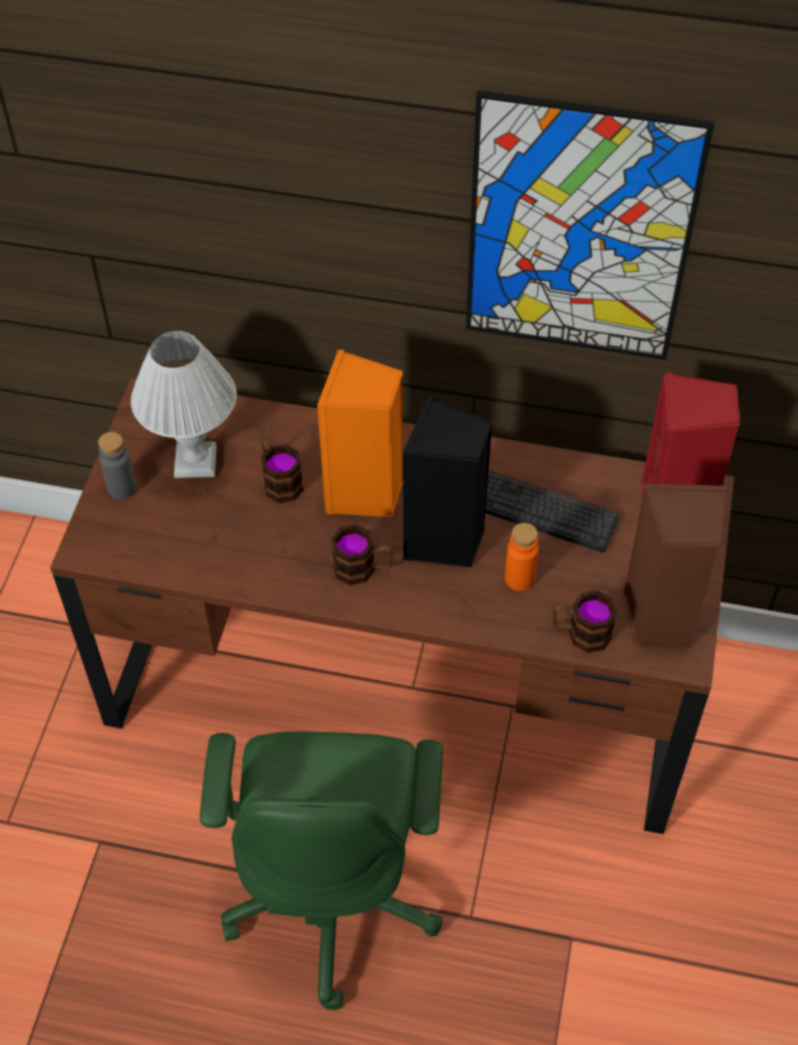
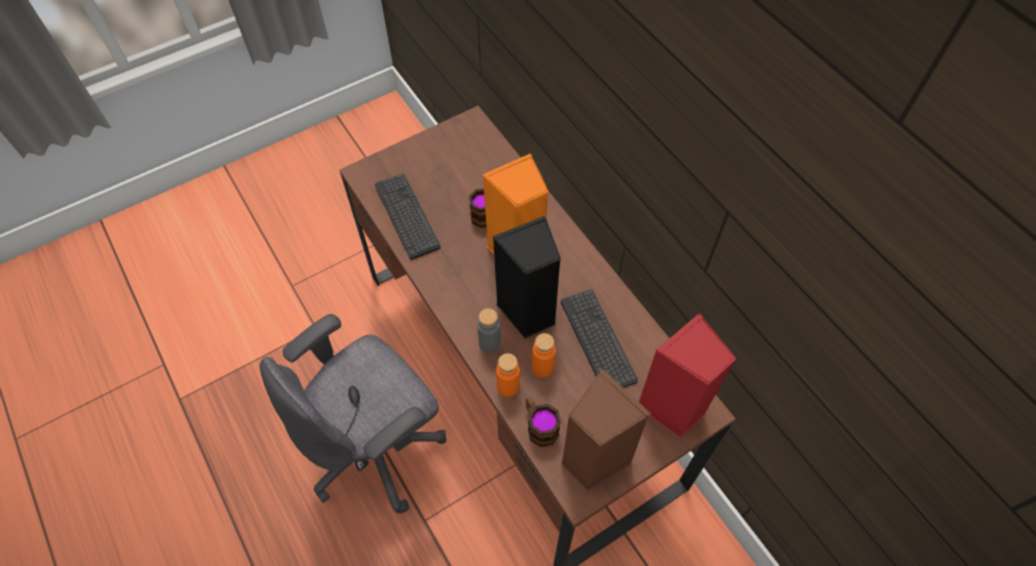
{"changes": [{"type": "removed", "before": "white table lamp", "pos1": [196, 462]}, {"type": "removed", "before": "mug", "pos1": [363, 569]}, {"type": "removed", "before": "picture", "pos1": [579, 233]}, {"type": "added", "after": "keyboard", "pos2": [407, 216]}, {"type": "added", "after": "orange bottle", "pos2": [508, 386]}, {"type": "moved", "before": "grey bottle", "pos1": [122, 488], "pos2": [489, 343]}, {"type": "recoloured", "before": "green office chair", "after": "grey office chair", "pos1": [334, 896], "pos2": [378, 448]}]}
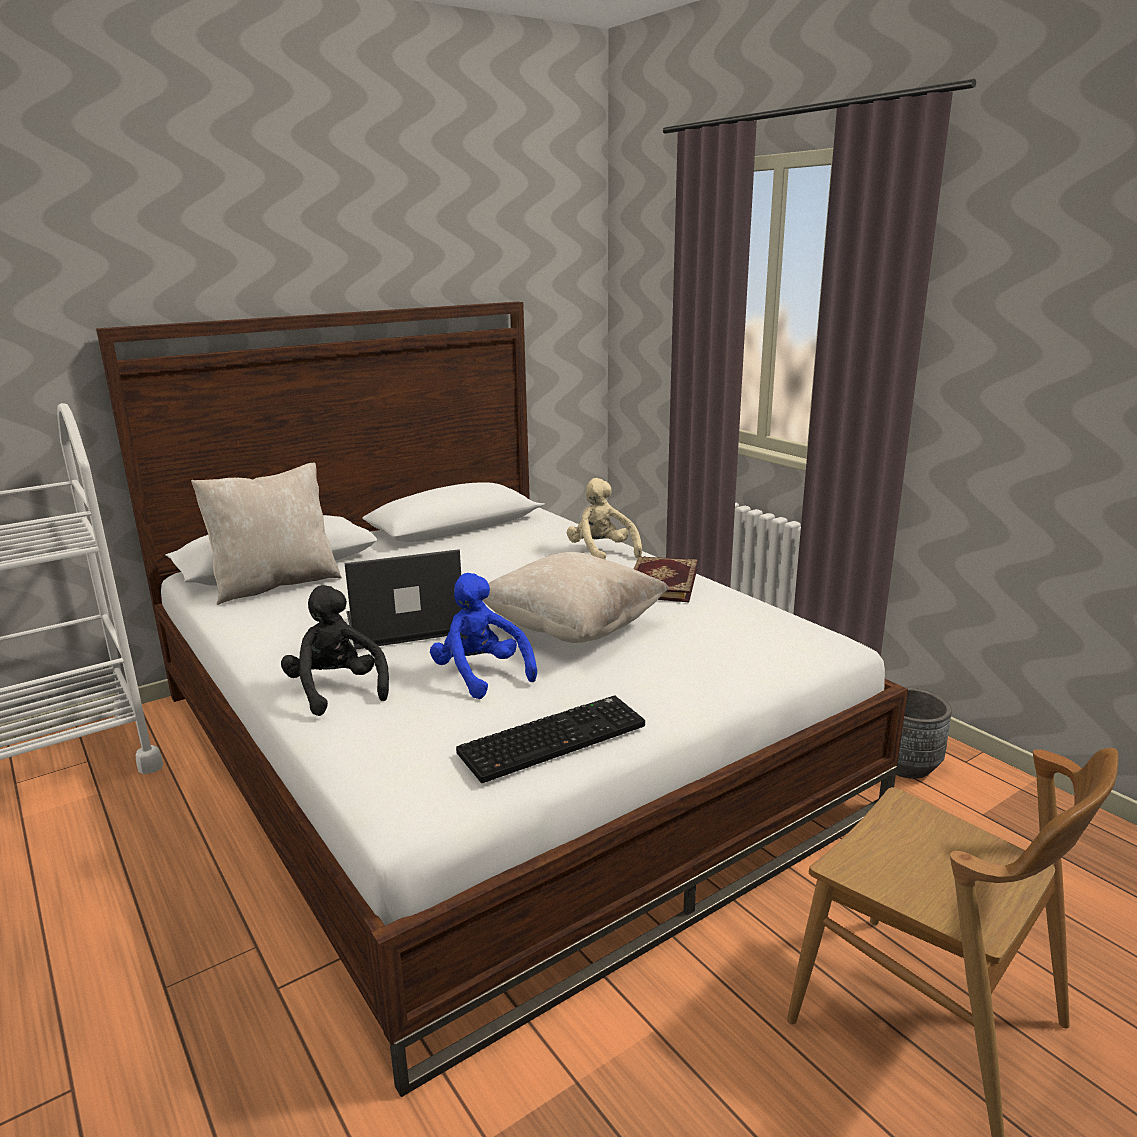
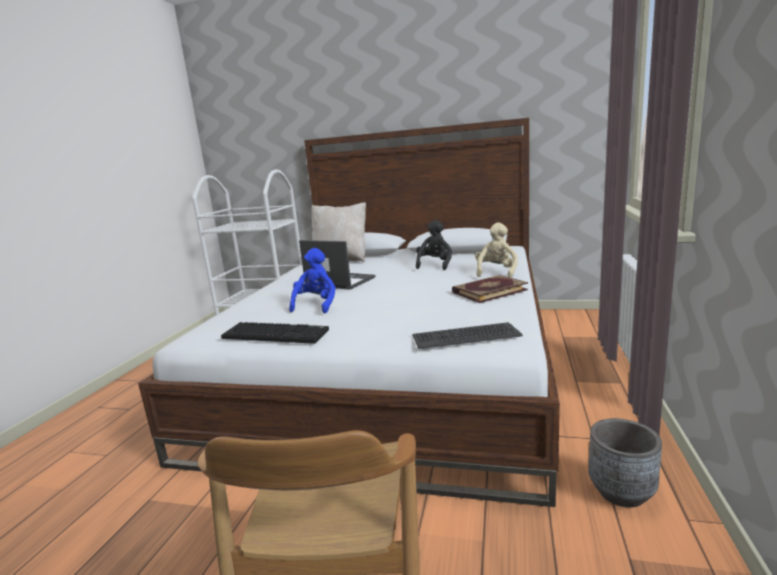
{"changes": [{"type": "removed", "before": "beige pillow", "pos1": [573, 630]}, {"type": "added", "after": "keyboard", "pos2": [465, 336]}, {"type": "moved", "before": "black plush toy", "pos1": [337, 690], "pos2": [434, 265]}]}
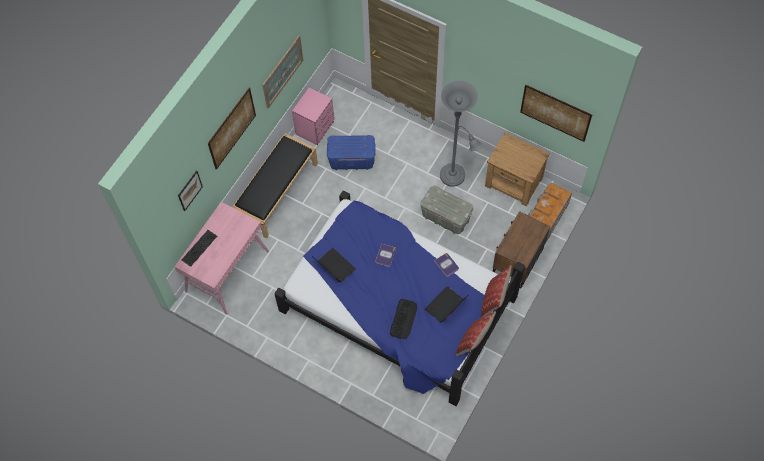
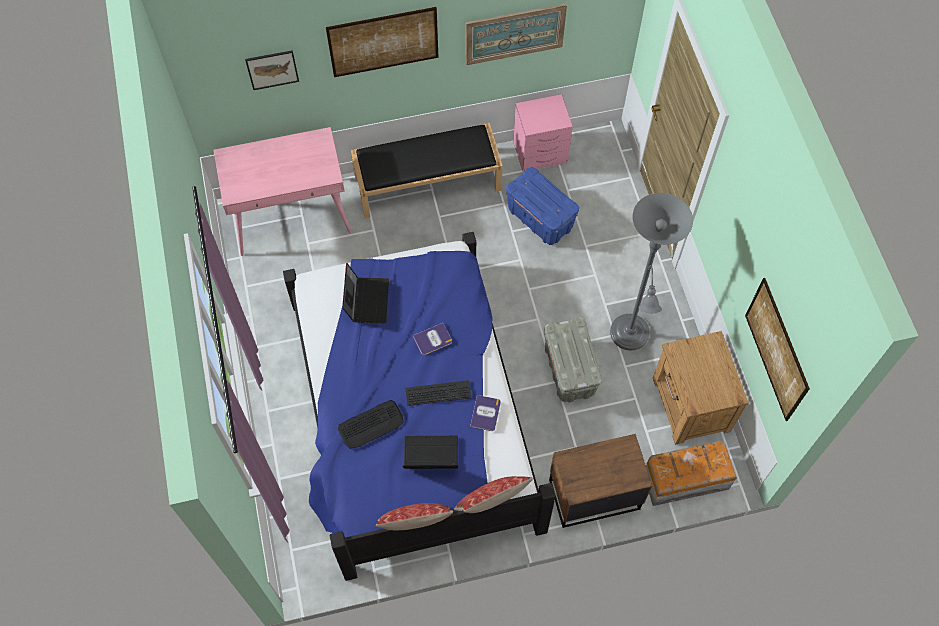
{"changes": [{"type": "moved", "before": "keyboard", "pos1": [199, 247], "pos2": [438, 391]}]}
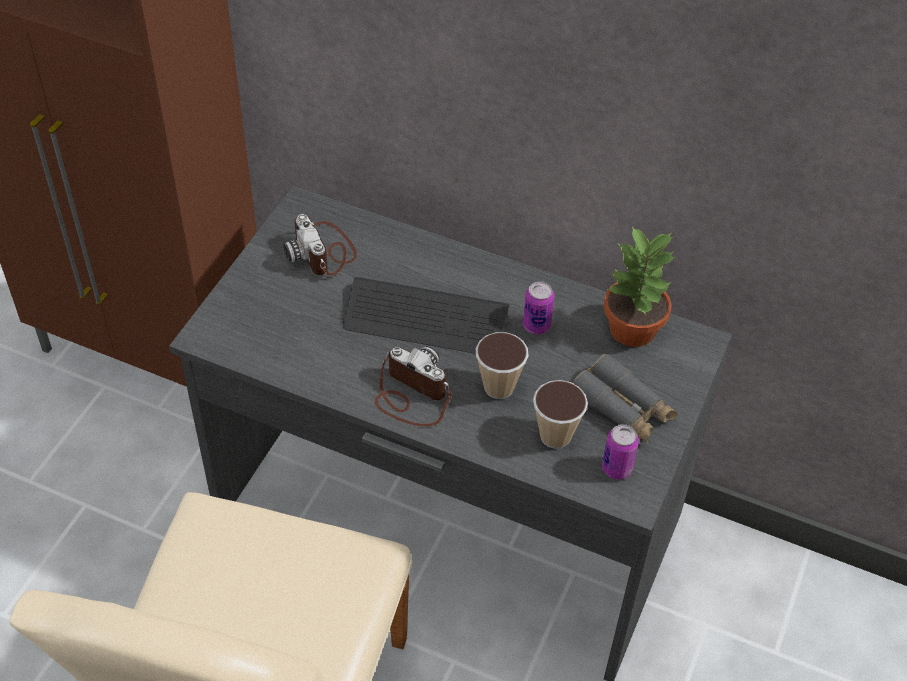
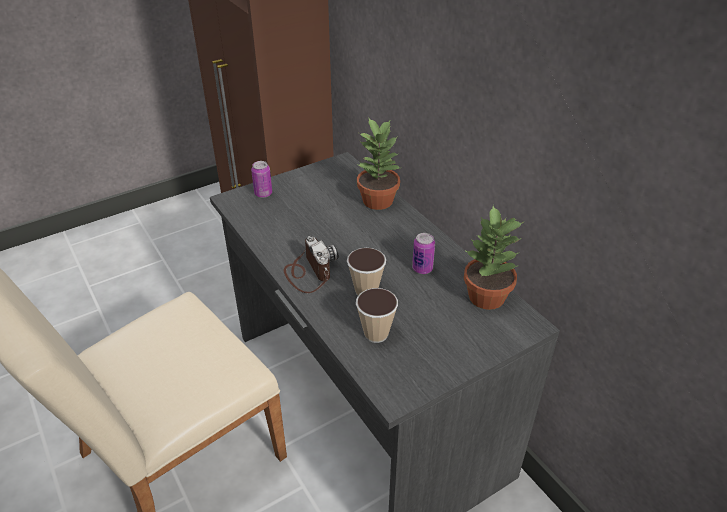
{"changes": [{"type": "removed", "before": "photo camera", "pos1": [323, 251]}, {"type": "removed", "before": "keyboard", "pos1": [425, 319]}, {"type": "removed", "before": "grey binoculars", "pos1": [623, 408]}, {"type": "added", "after": "potted plant", "pos2": [378, 200]}, {"type": "moved", "before": "can", "pos1": [616, 468], "pos2": [263, 194]}]}
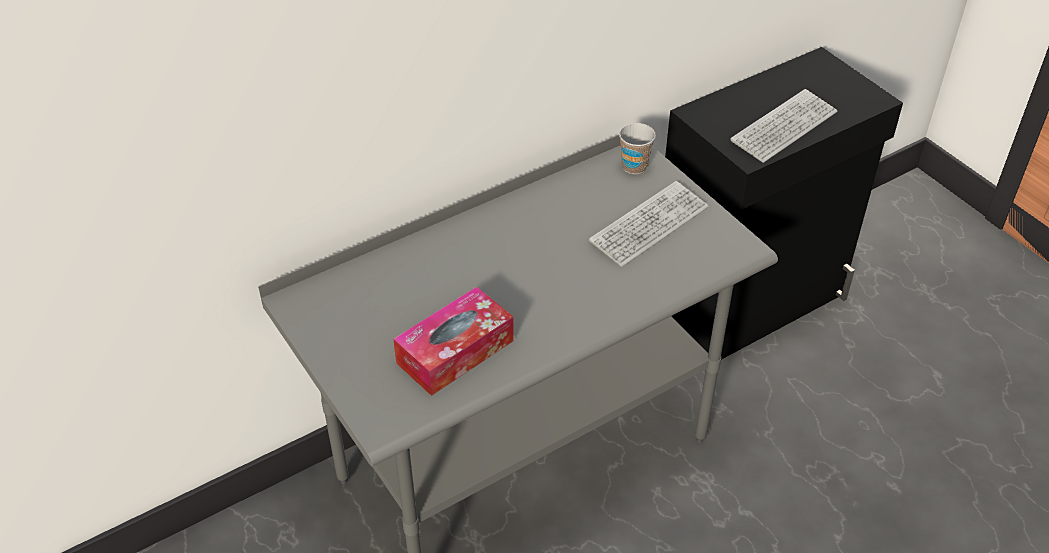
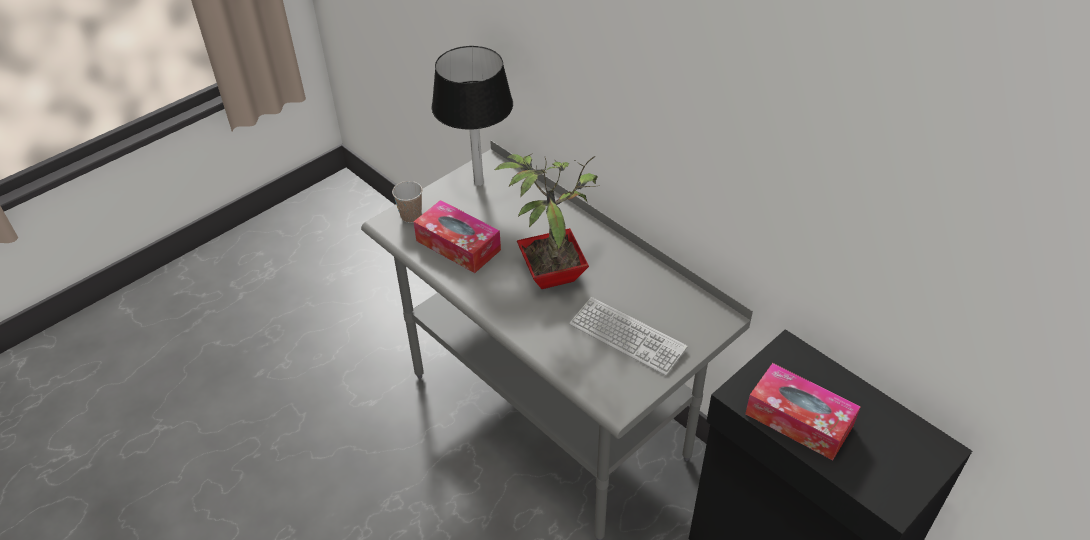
{"changes": [{"type": "added", "after": "black table lamp", "pos2": [479, 182]}, {"type": "added", "after": "potted plant", "pos2": [551, 272]}, {"type": "moved", "before": "cup", "pos1": [634, 166], "pos2": [411, 216]}, {"type": "replaced", "before": "keyboard", "after": "tissue box", "pos1": [784, 127], "pos2": [798, 420]}]}
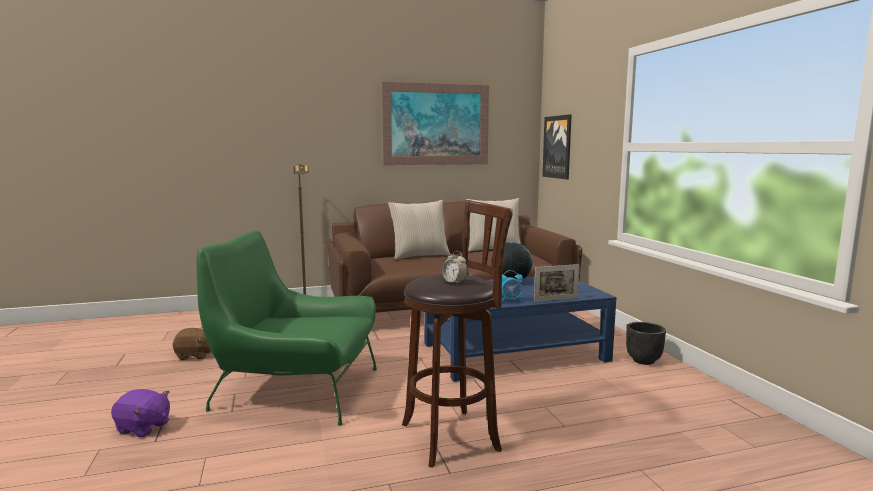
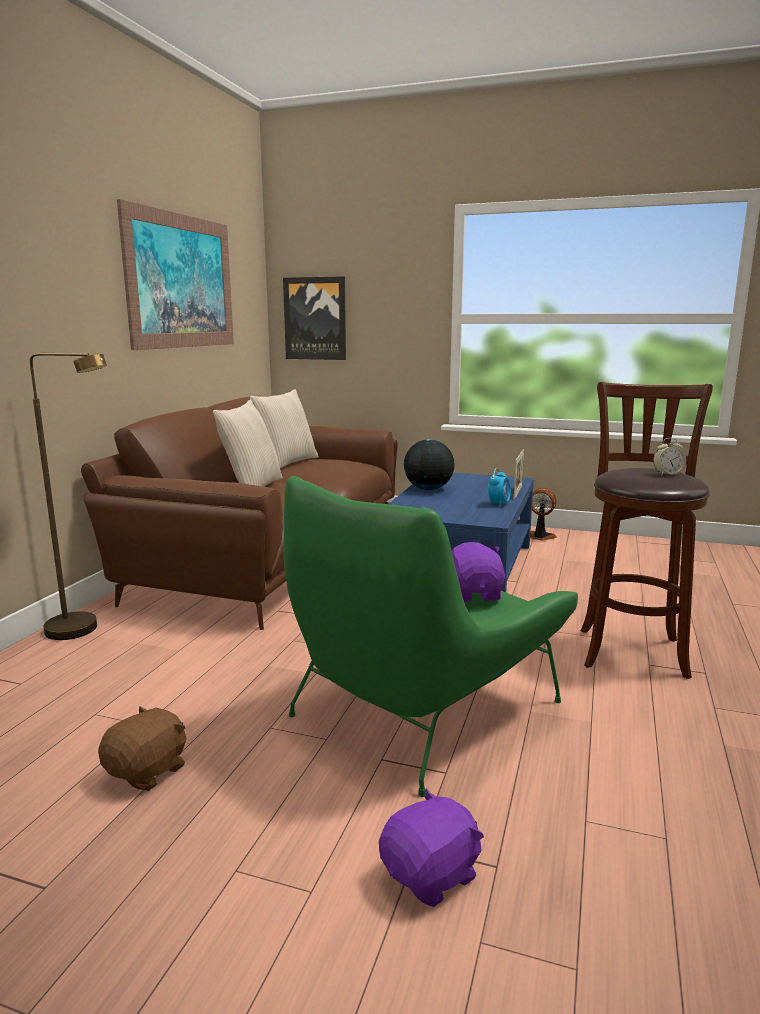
{"changes": [{"type": "added", "after": "purple plush toy", "pos2": [474, 594]}, {"type": "replaced", "before": "black planter", "after": "fan", "pos1": [643, 360], "pos2": [540, 537]}]}
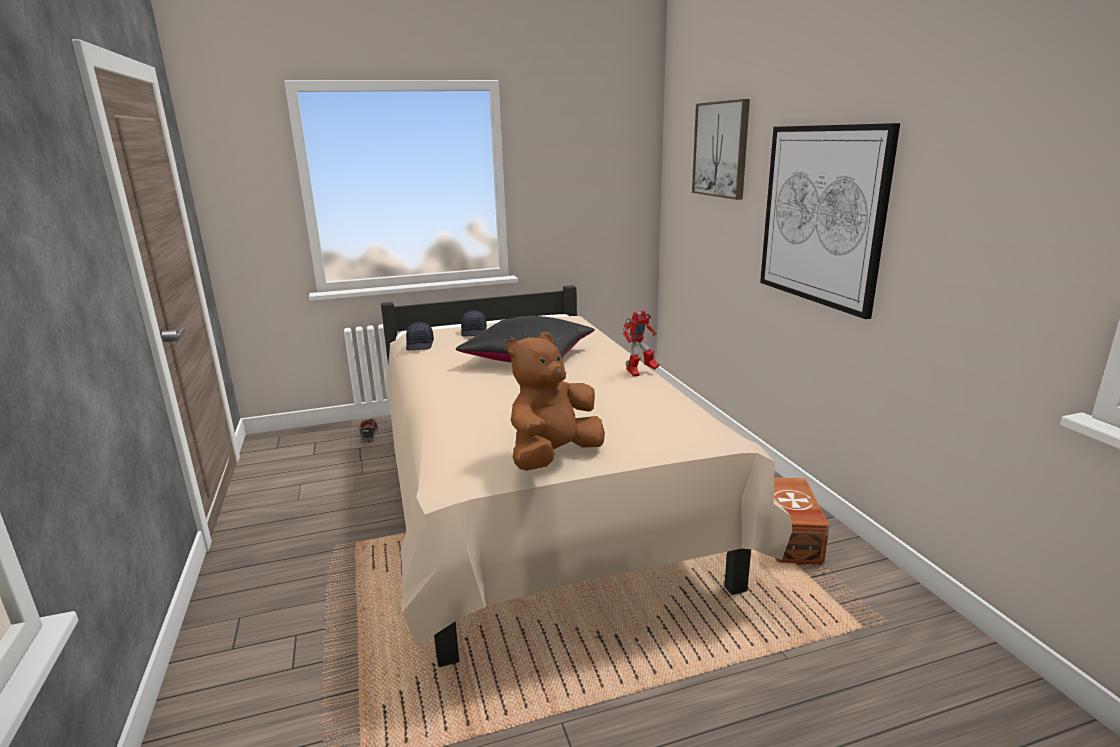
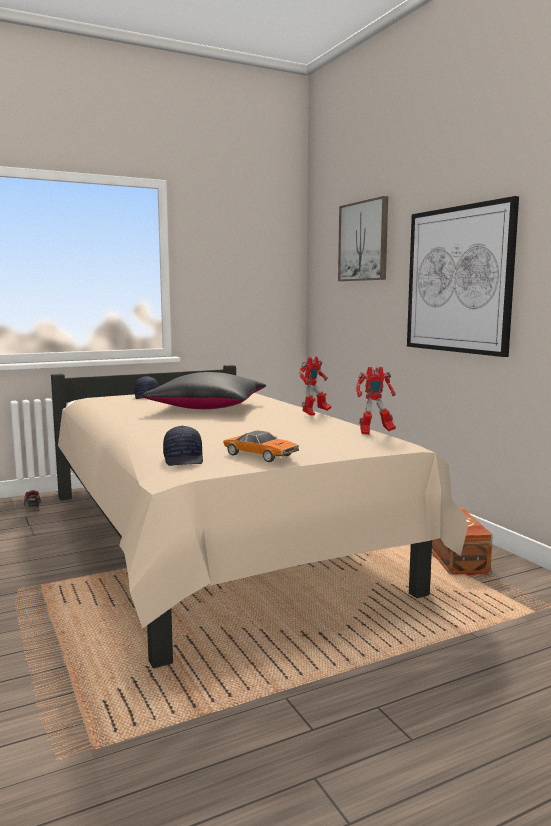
{"changes": [{"type": "added", "after": "toy robot", "pos2": [374, 433]}, {"type": "moved", "before": "black cap", "pos1": [420, 345], "pos2": [184, 459]}, {"type": "replaced", "before": "brown plush toy", "after": "toy car", "pos1": [553, 457], "pos2": [261, 455]}]}
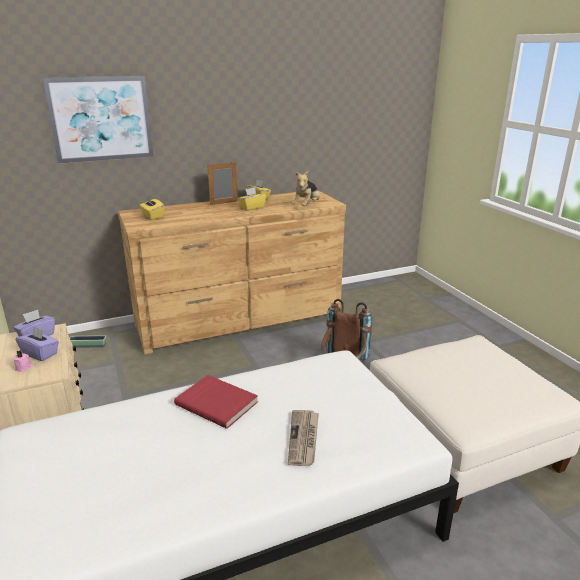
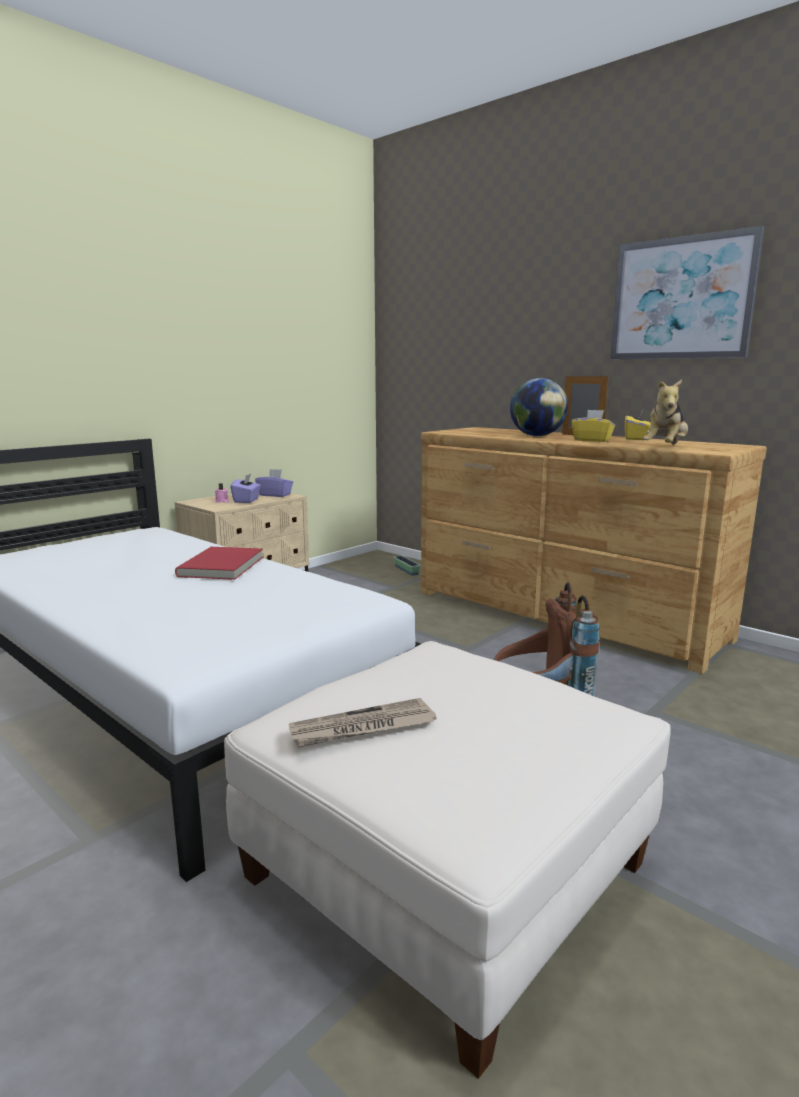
{"changes": [{"type": "removed", "before": "yellow tissue box", "pos1": [152, 216]}, {"type": "added", "after": "globe", "pos2": [537, 436]}, {"type": "moved", "before": "picture", "pos1": [101, 119], "pos2": [681, 298]}, {"type": "moved", "before": "newspaper", "pos1": [304, 439], "pos2": [362, 728]}, {"type": "turned", "before": "plush toy", "pos1": [306, 206], "pos2": [665, 448], "turn": -60}]}
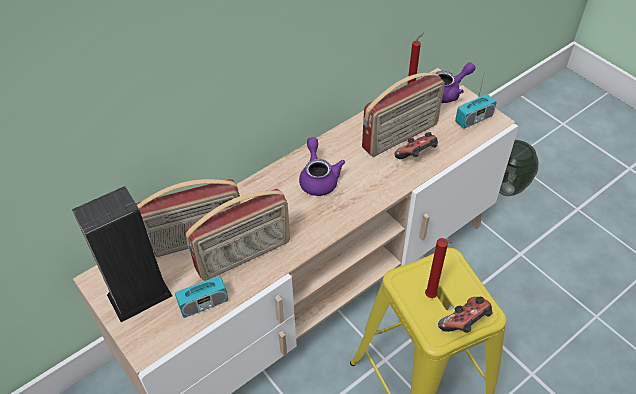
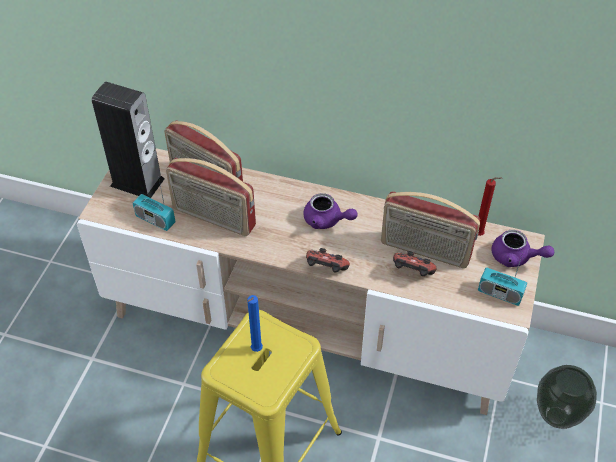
{"changes": [{"type": "moved", "before": "game controller", "pos1": [465, 323], "pos2": [325, 270]}, {"type": "recoloured", "before": "red candle", "after": "blue candle", "pos1": [432, 297], "pos2": [255, 351]}, {"type": "turned", "before": "purple teapot", "pos1": [318, 178], "pos2": [327, 220], "turn": 75}]}
